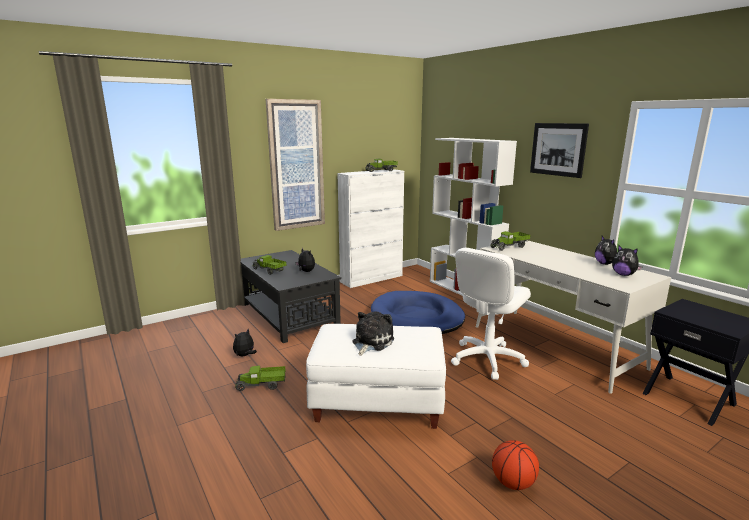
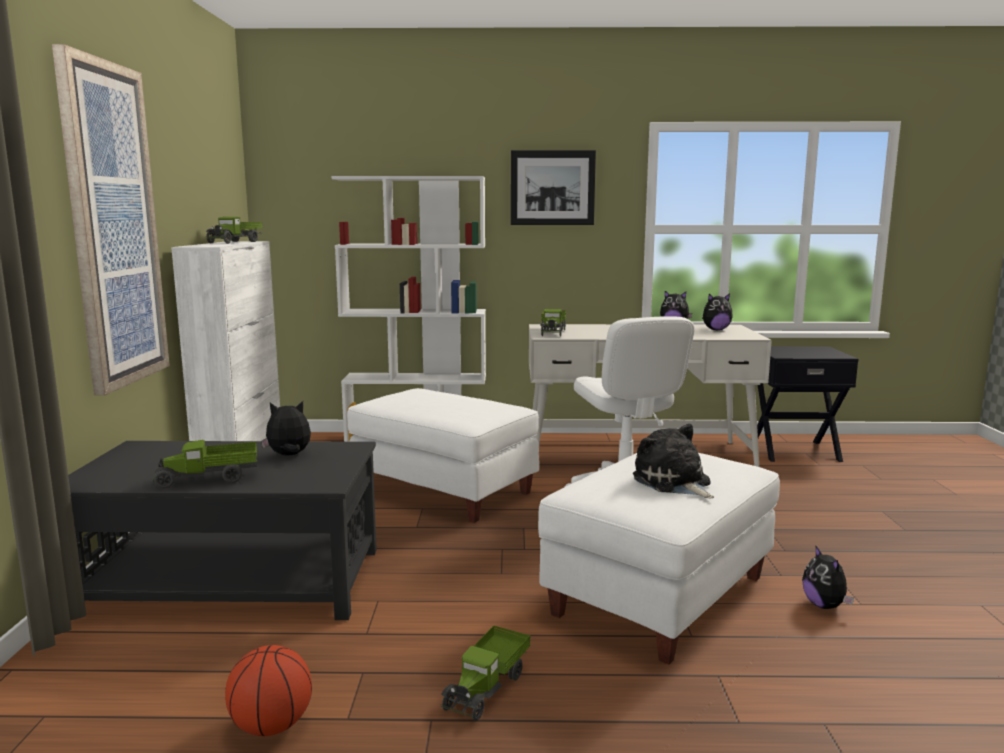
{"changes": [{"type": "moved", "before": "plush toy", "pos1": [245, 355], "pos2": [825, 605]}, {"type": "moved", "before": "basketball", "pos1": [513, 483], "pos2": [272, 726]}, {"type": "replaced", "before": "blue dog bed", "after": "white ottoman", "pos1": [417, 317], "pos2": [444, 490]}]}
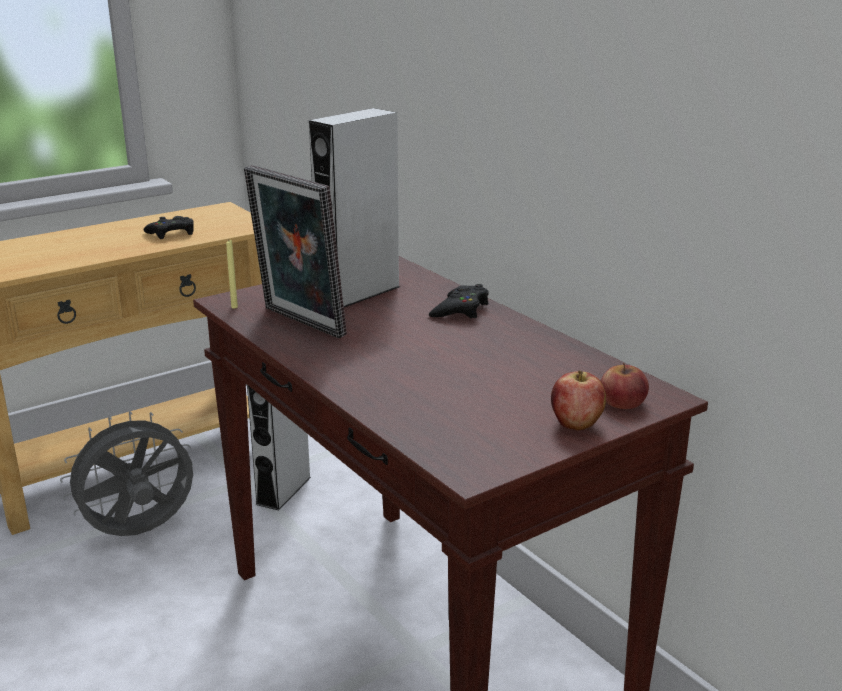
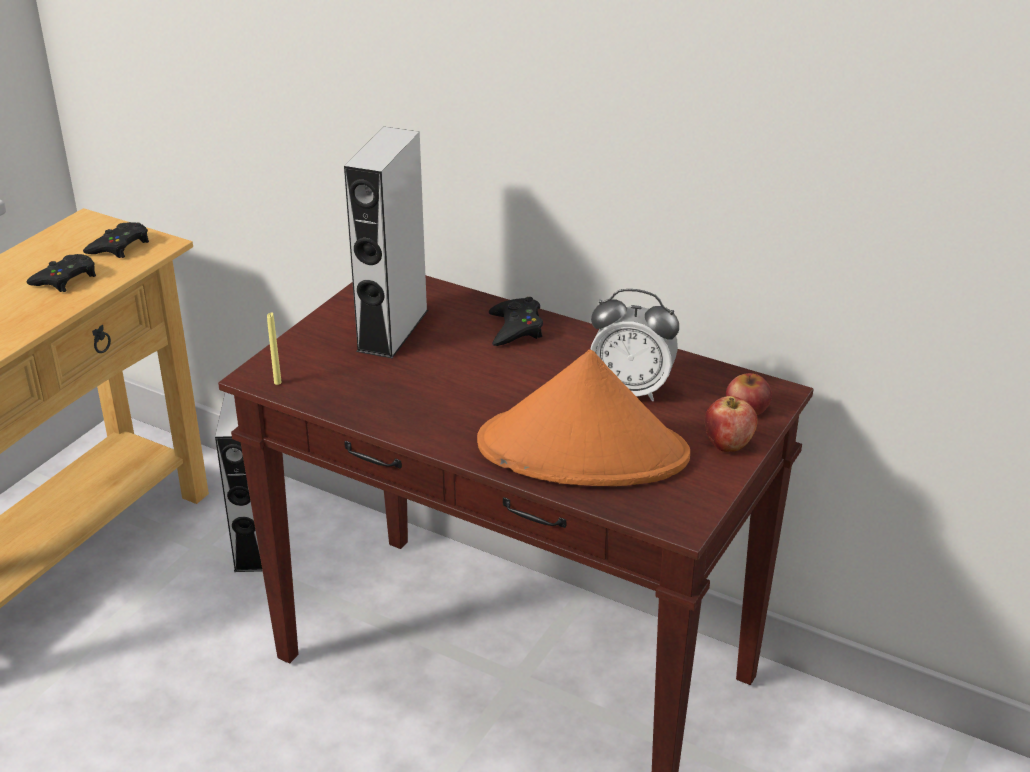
{"changes": [{"type": "removed", "before": "grey fan", "pos1": [140, 533]}, {"type": "removed", "before": "picture frame", "pos1": [299, 323]}, {"type": "added", "after": "black game controller", "pos2": [119, 246]}, {"type": "added", "after": "orange hat", "pos2": [584, 451]}, {"type": "added", "after": "alarm clock", "pos2": [631, 390]}]}
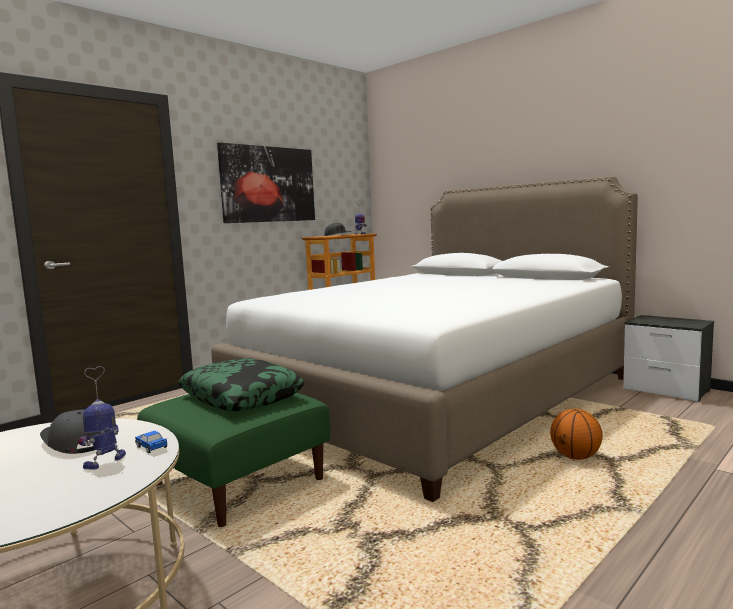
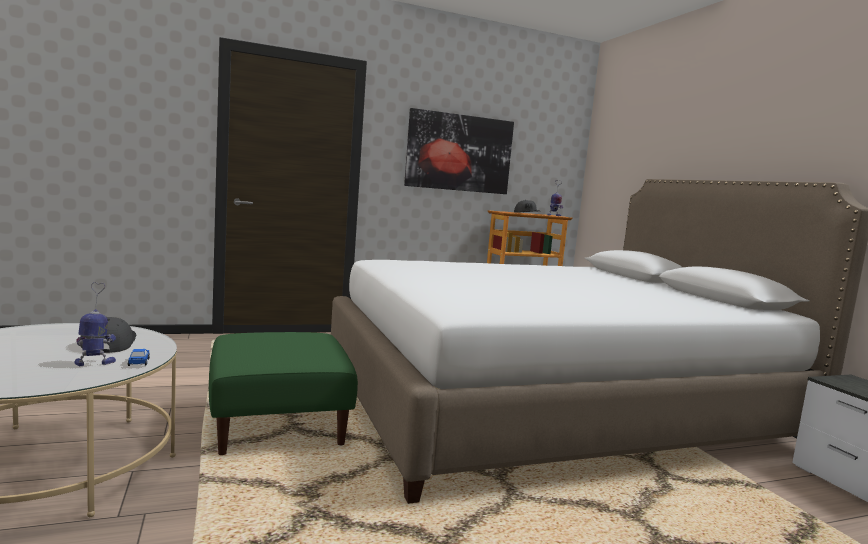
{"changes": [{"type": "removed", "before": "pillow", "pos1": [242, 397]}, {"type": "removed", "before": "basketball", "pos1": [575, 457]}]}
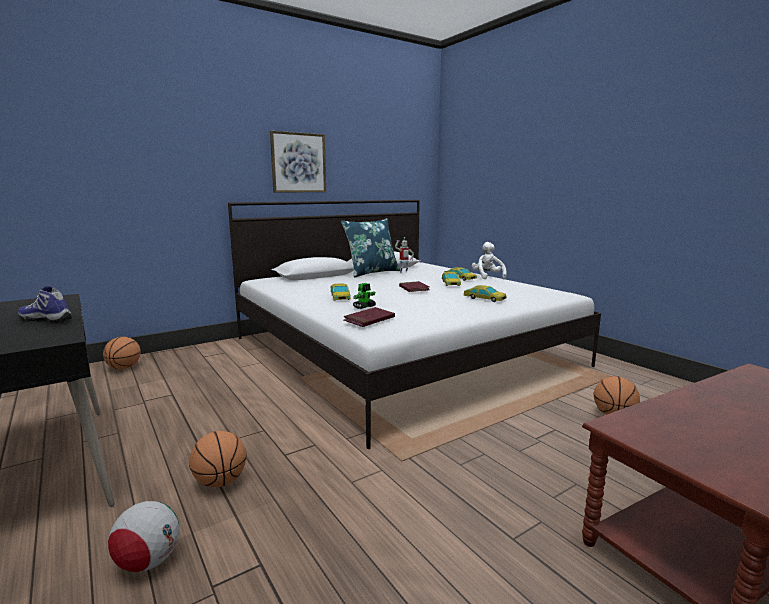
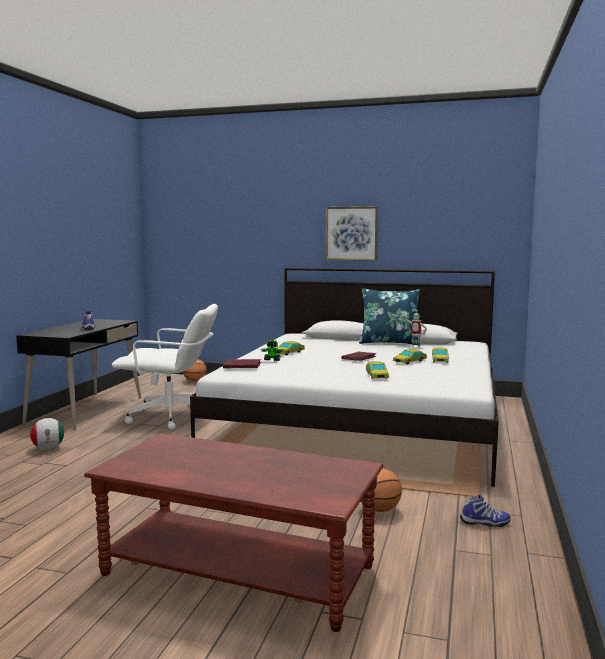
{"changes": [{"type": "removed", "before": "basketball", "pos1": [220, 482]}, {"type": "removed", "before": "white plush toy", "pos1": [487, 277]}, {"type": "added", "after": "white office chair", "pos2": [171, 417]}, {"type": "added", "after": "shoe", "pos2": [485, 523]}]}
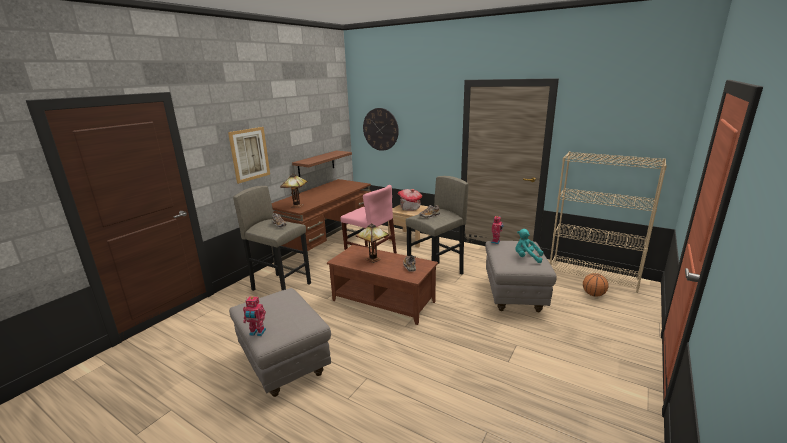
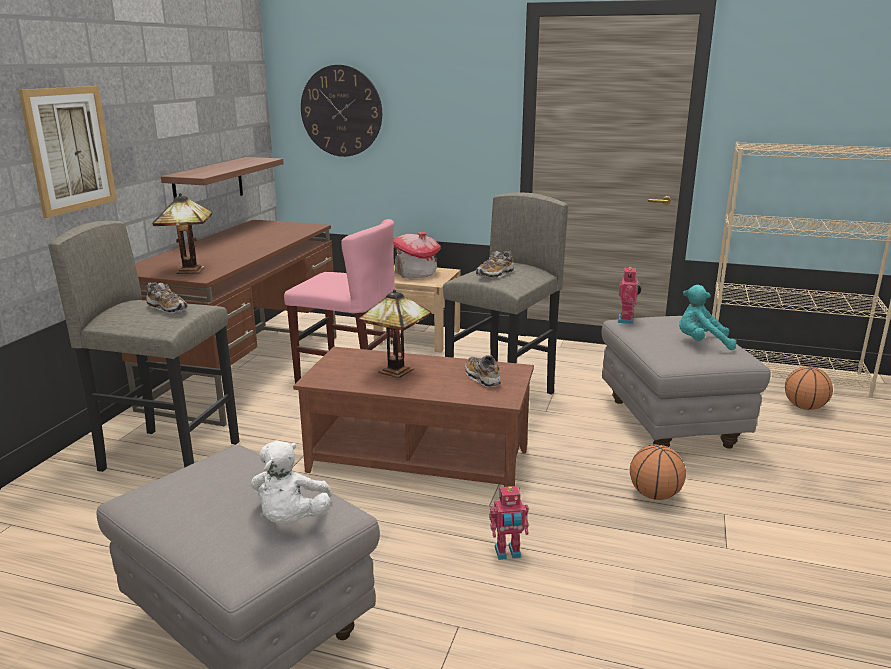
{"changes": [{"type": "added", "after": "white plush toy", "pos2": [291, 520]}, {"type": "added", "after": "basketball", "pos2": [654, 495]}, {"type": "moved", "before": "toy robot", "pos1": [257, 333], "pos2": [508, 553]}]}
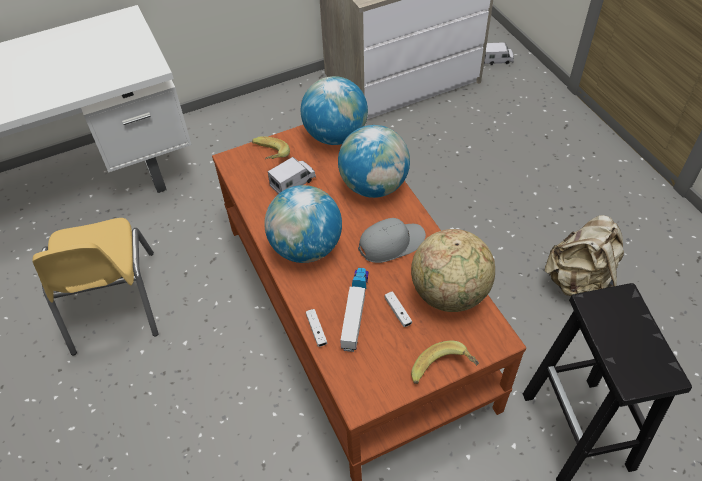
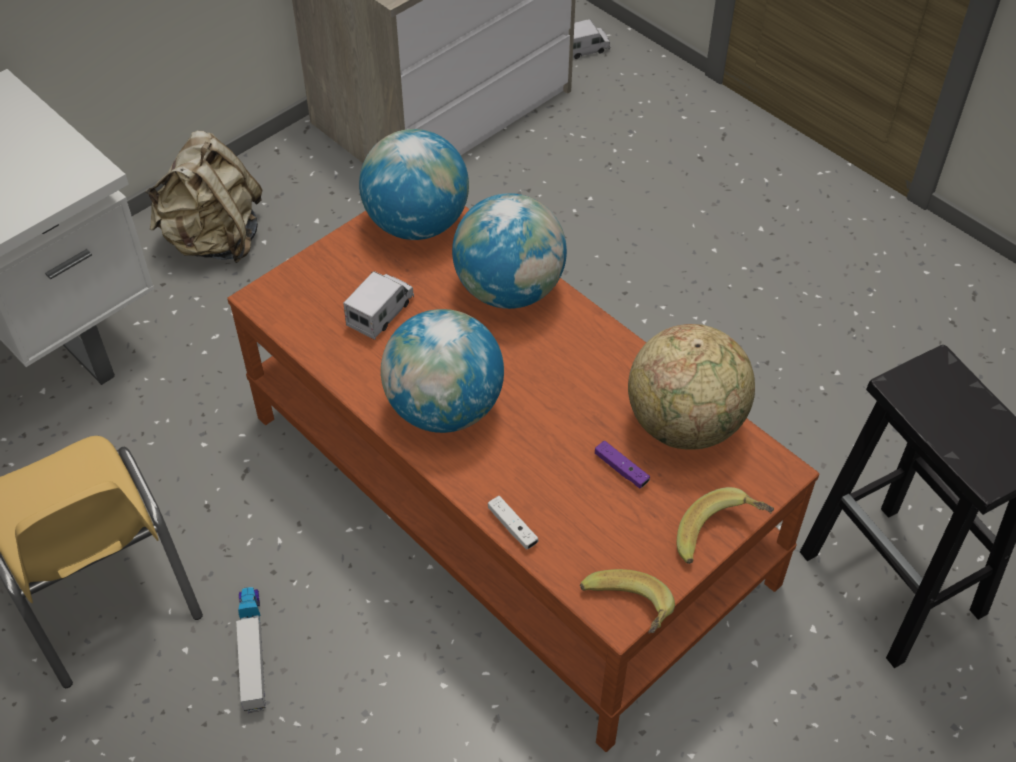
{"changes": [{"type": "removed", "before": "grey cap", "pos1": [391, 243]}, {"type": "moved", "before": "banana", "pos1": [268, 158], "pos2": [626, 615]}, {"type": "moved", "before": "toy truck", "pos1": [355, 311], "pos2": [252, 651]}, {"type": "moved", "before": "beige backpack", "pos1": [579, 282], "pos2": [214, 240]}, {"type": "recoloured", "before": "white game controller", "after": "purple game controller", "pos1": [398, 312], "pos2": [621, 469]}]}
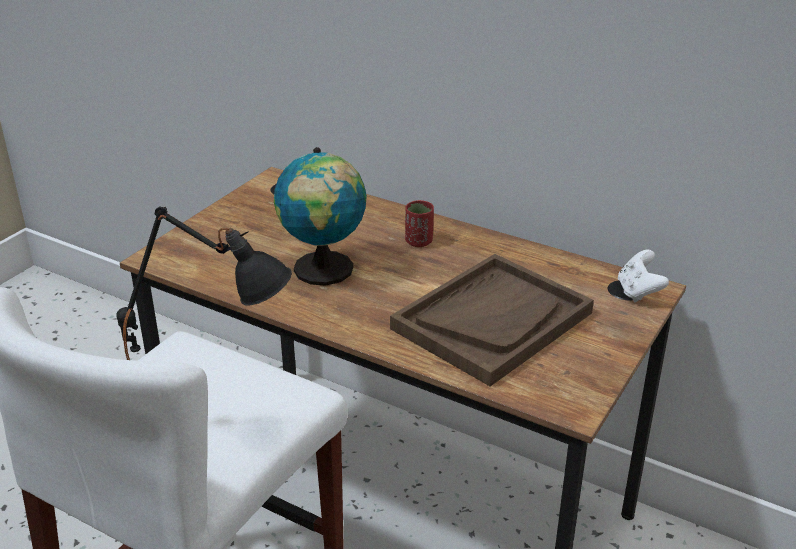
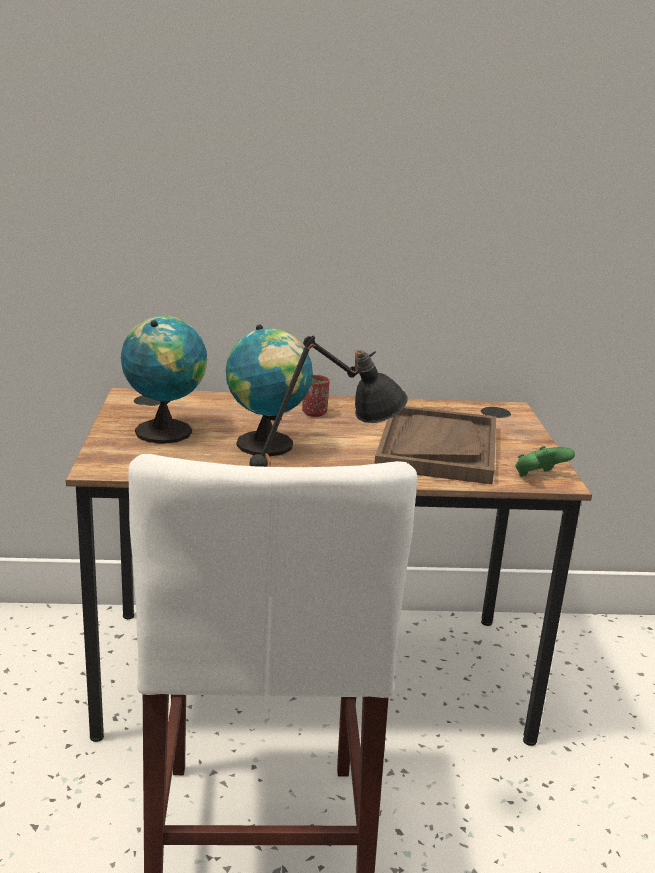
{"changes": [{"type": "removed", "before": "white game controller", "pos1": [638, 292]}, {"type": "added", "after": "globe", "pos2": [165, 430]}, {"type": "added", "after": "green game controller", "pos2": [538, 477]}]}
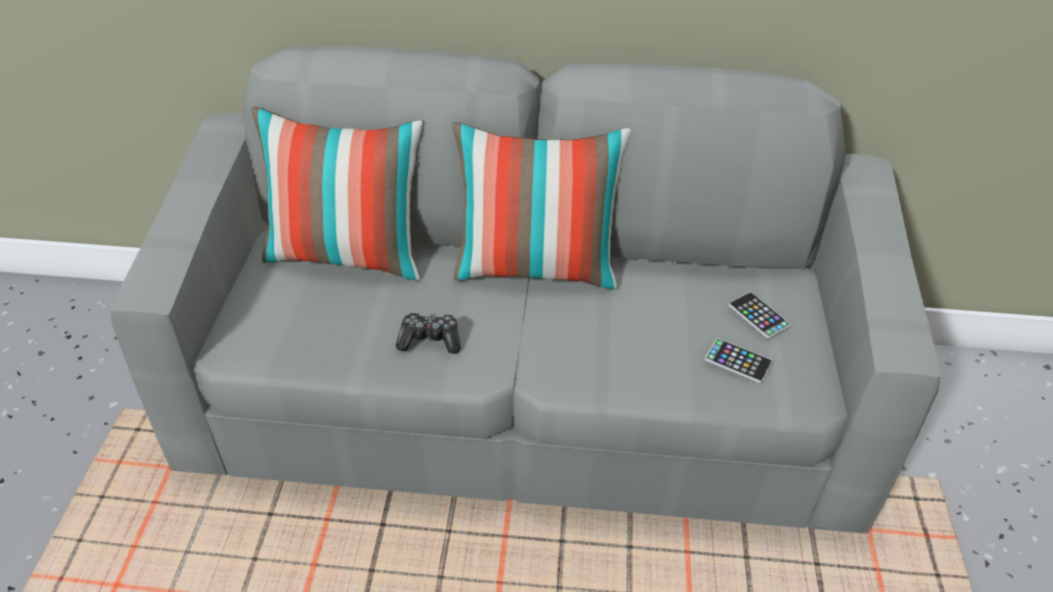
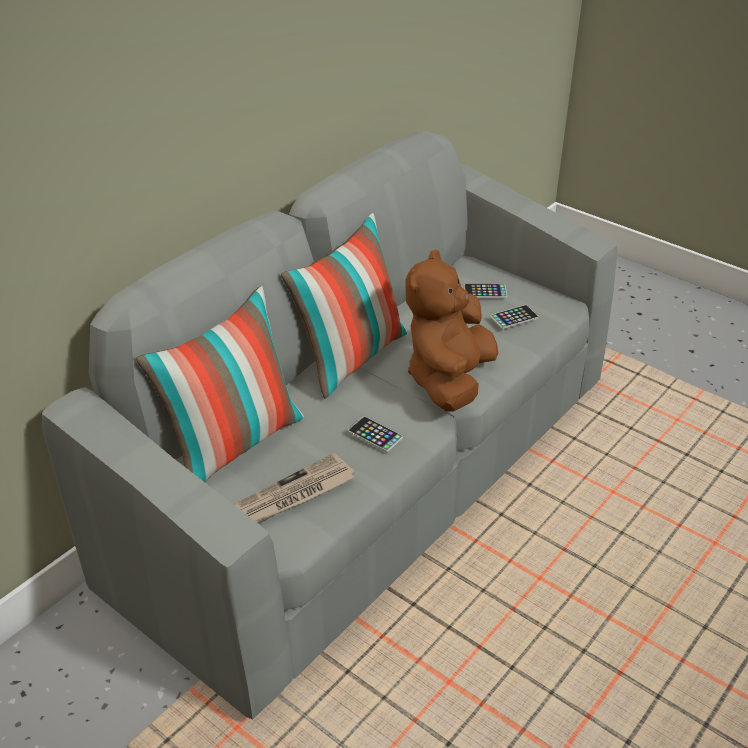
{"changes": [{"type": "added", "after": "newspaper", "pos2": [295, 494]}, {"type": "added", "after": "brown plush toy", "pos2": [449, 380]}, {"type": "replaced", "before": "game controller", "after": "phone", "pos1": [430, 340], "pos2": [375, 435]}]}
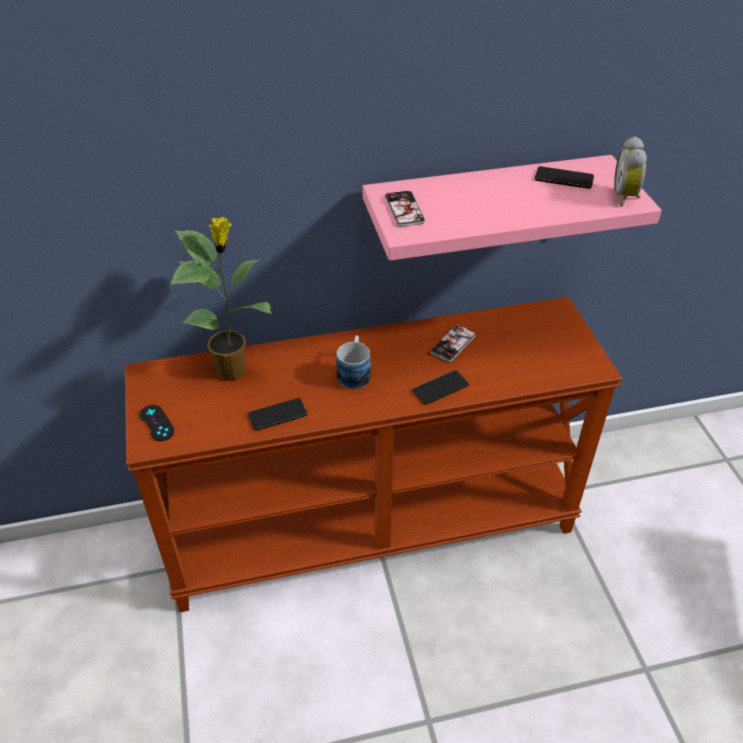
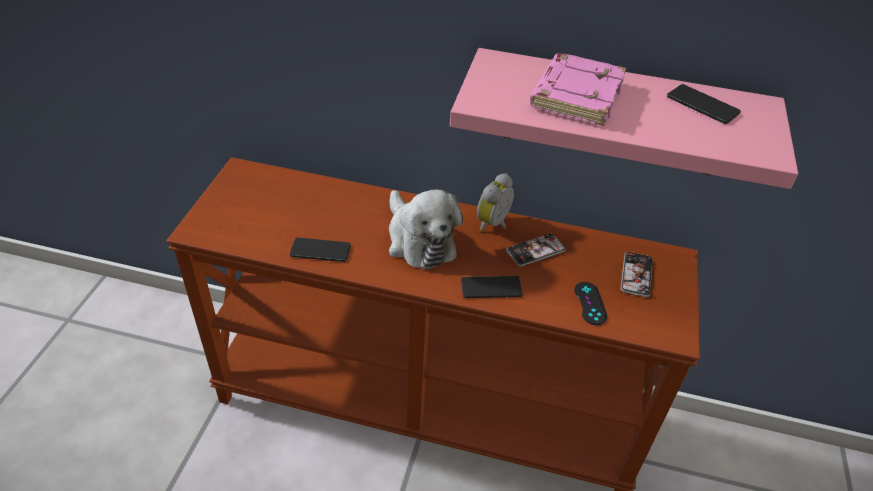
{"changes": [{"type": "removed", "before": "potted plant", "pos1": [233, 370]}, {"type": "added", "after": "pink book", "pos2": [575, 95]}, {"type": "moved", "before": "black game controller", "pos1": [157, 423], "pos2": [590, 303]}, {"type": "moved", "before": "phone", "pos1": [404, 209], "pos2": [636, 274]}, {"type": "moved", "before": "alarm clock", "pos1": [626, 197], "pos2": [495, 224]}, {"type": "replaced", "before": "mug", "after": "plush toy", "pos1": [354, 372], "pos2": [419, 240]}]}
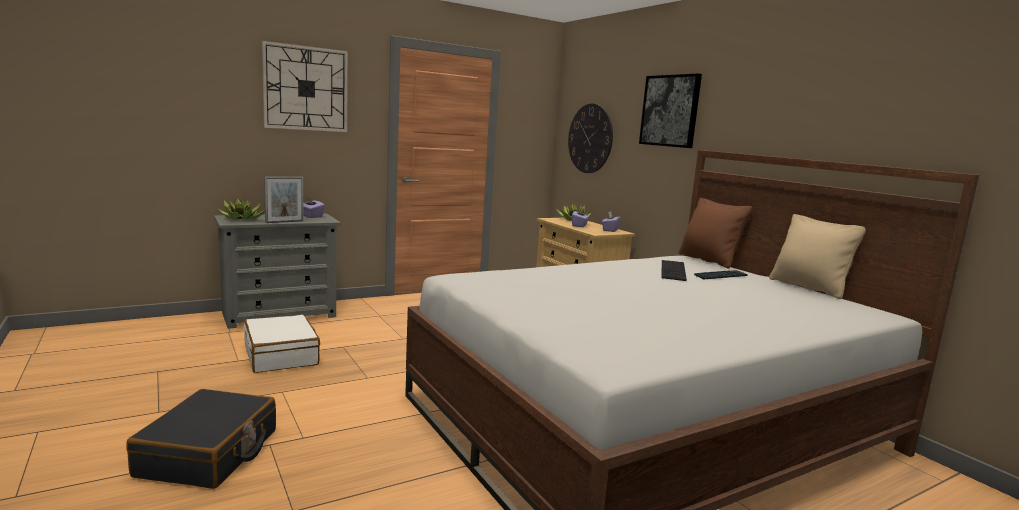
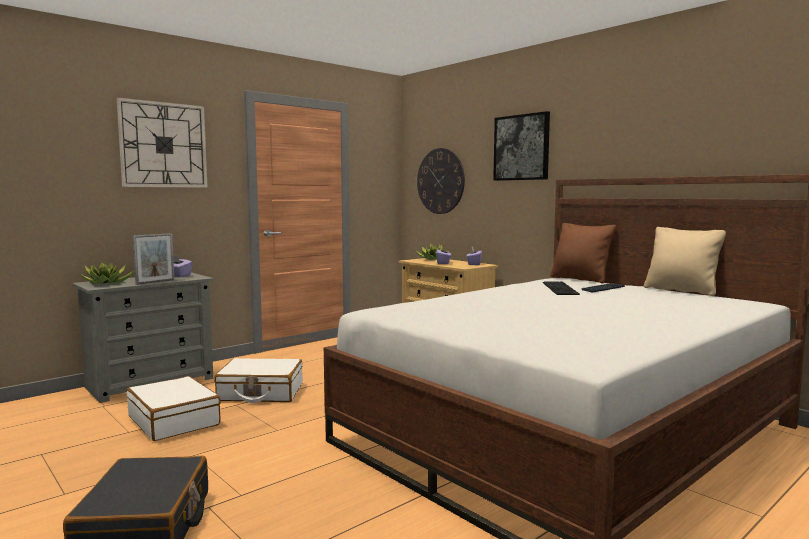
{"changes": [{"type": "added", "after": "white suitcase", "pos2": [260, 392]}]}
